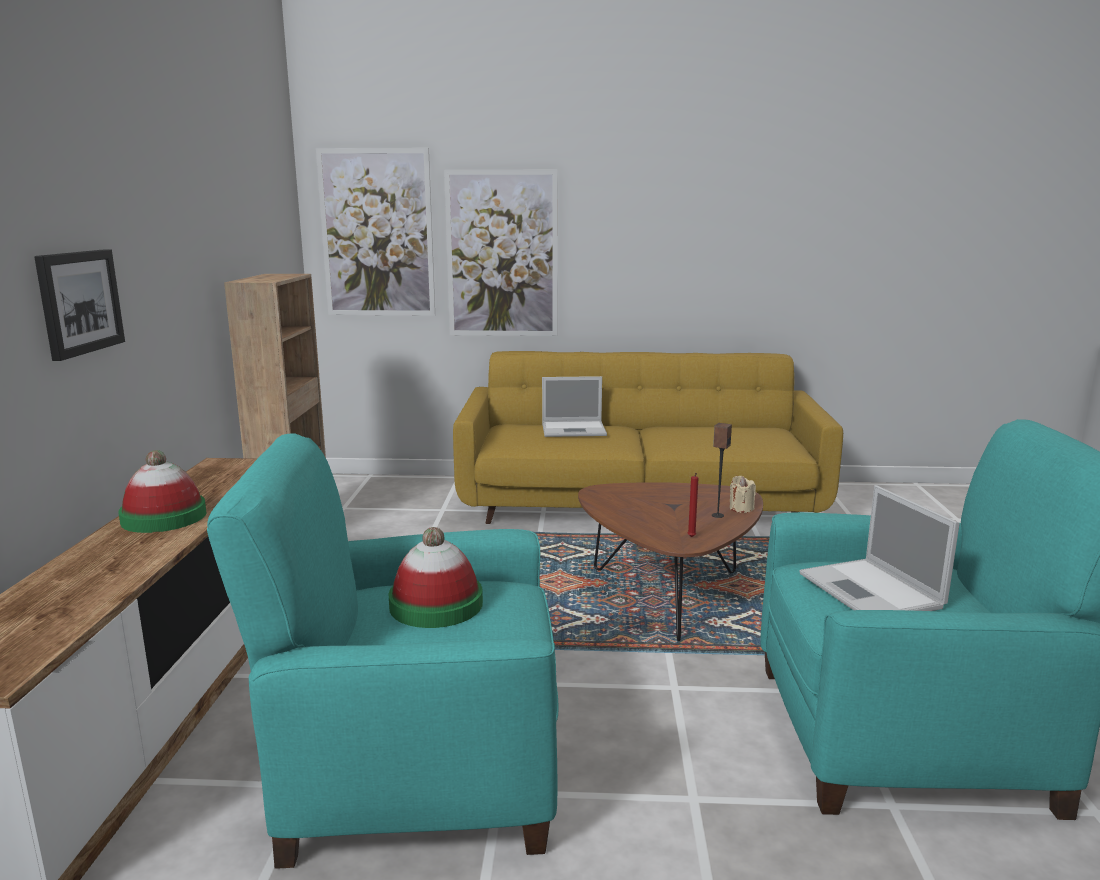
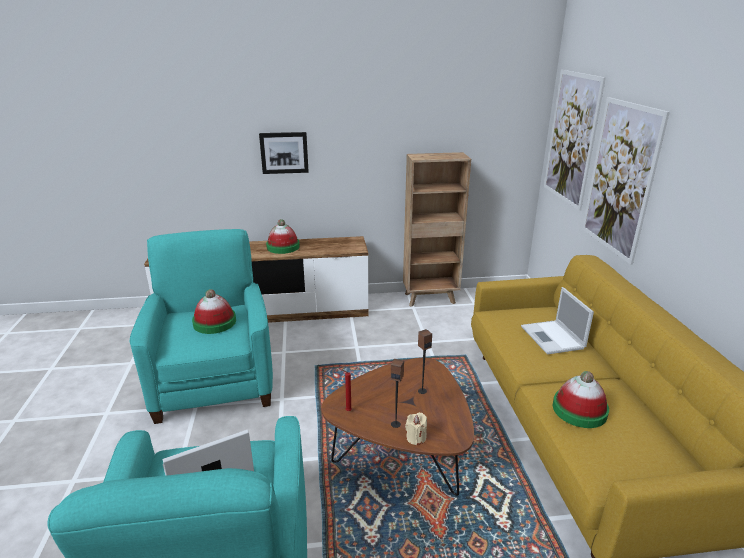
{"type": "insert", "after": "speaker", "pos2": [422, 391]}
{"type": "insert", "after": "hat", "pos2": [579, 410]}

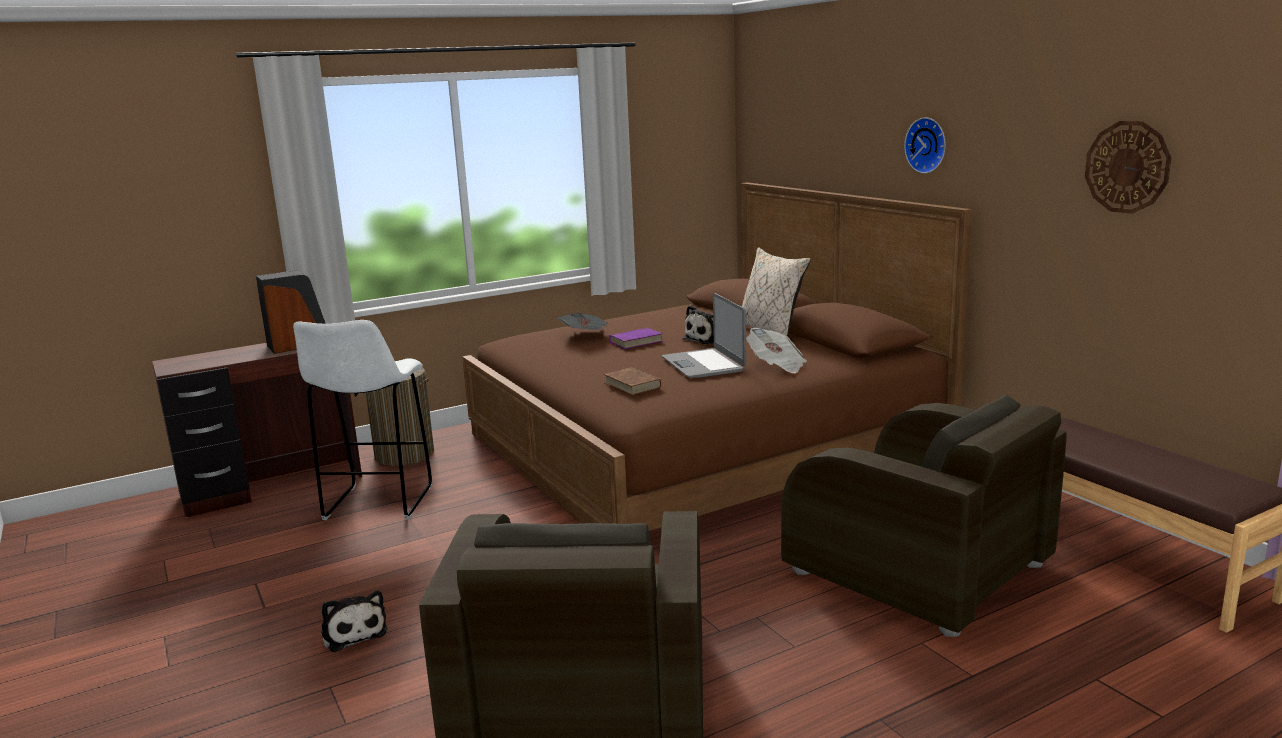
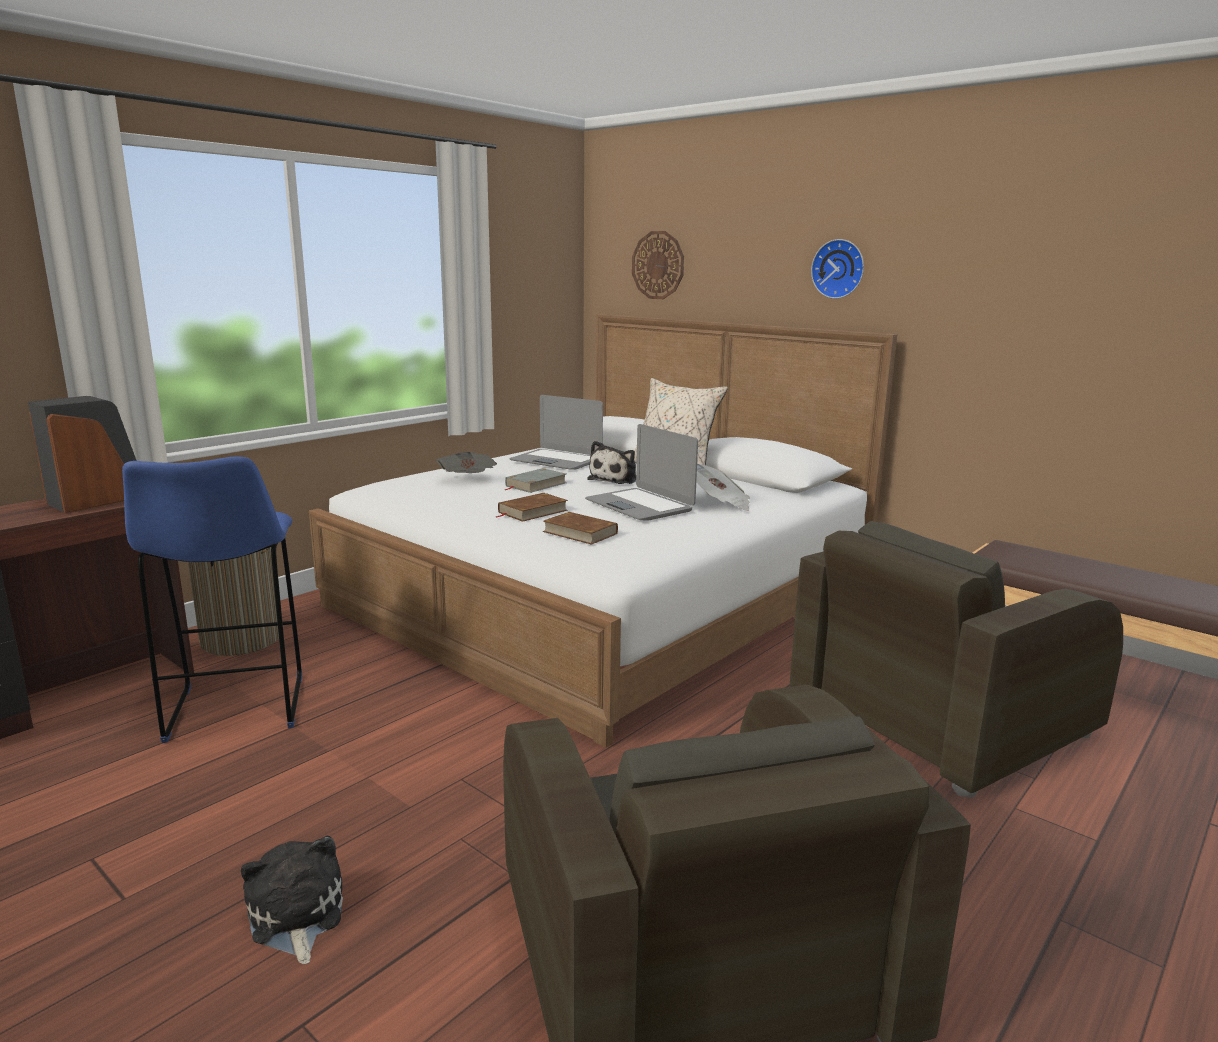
{"type": "recolor", "before": "sitting stool (white-coloured)", "after": "sitting stool (bluish)", "pos1": [377, 504], "pos2": [236, 710]}
{"type": "rotate", "before": "soft toy", "pos1": [353, 632], "pos2": [295, 917], "turn": -150}
{"type": "recolor", "before": "bed (brown-coloured)", "after": "bed (white-coloured)", "pos1": [700, 443], "pos2": [603, 597]}
{"type": "insert", "after": "bound book (brown-coloured)", "pos2": [532, 511]}
{"type": "recolor", "before": "bound book (purple)", "after": "bound book (grey)", "pos1": [636, 342], "pos2": [535, 484]}
{"type": "insert", "after": "portable computer", "pos2": [556, 461]}
{"type": "move", "before": "clock on the wall", "pos1": [1127, 167], "pos2": [658, 265]}
{"type": "rotate", "before": "lounge chair (brown-coloured)", "pos1": [919, 569], "pos2": [938, 718], "turn": 120}

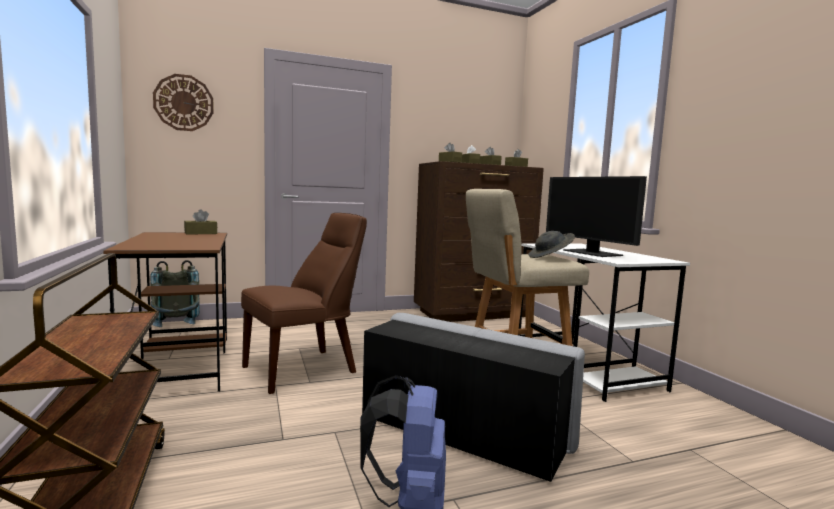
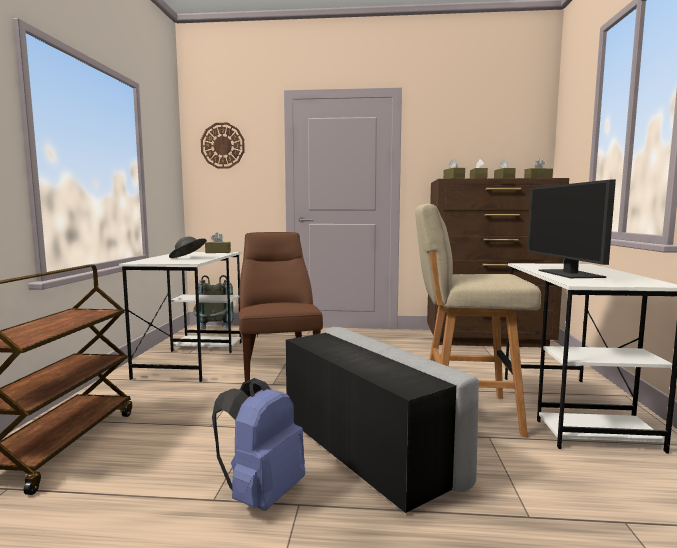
{"type": "recolor", "before": "desk (brown-coloured)", "after": "desk (white-coloured)", "pos1": [181, 364], "pos2": [193, 358]}
{"type": "move", "before": "hat (grey)", "pos1": [550, 257], "pos2": [188, 258]}
{"type": "rotate", "before": "upright chair (brown-coloured)", "pos1": [305, 369], "pos2": [279, 373], "turn": -90}

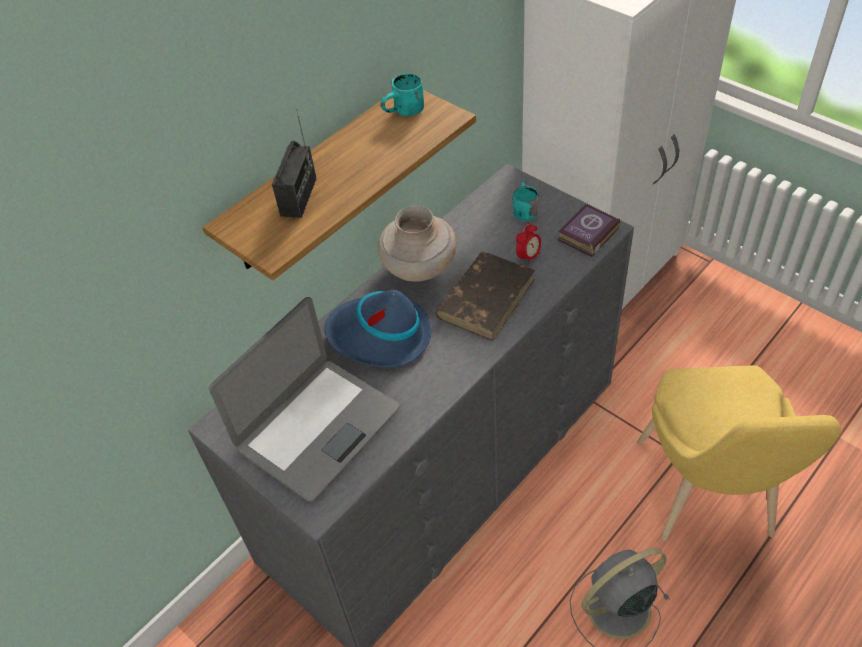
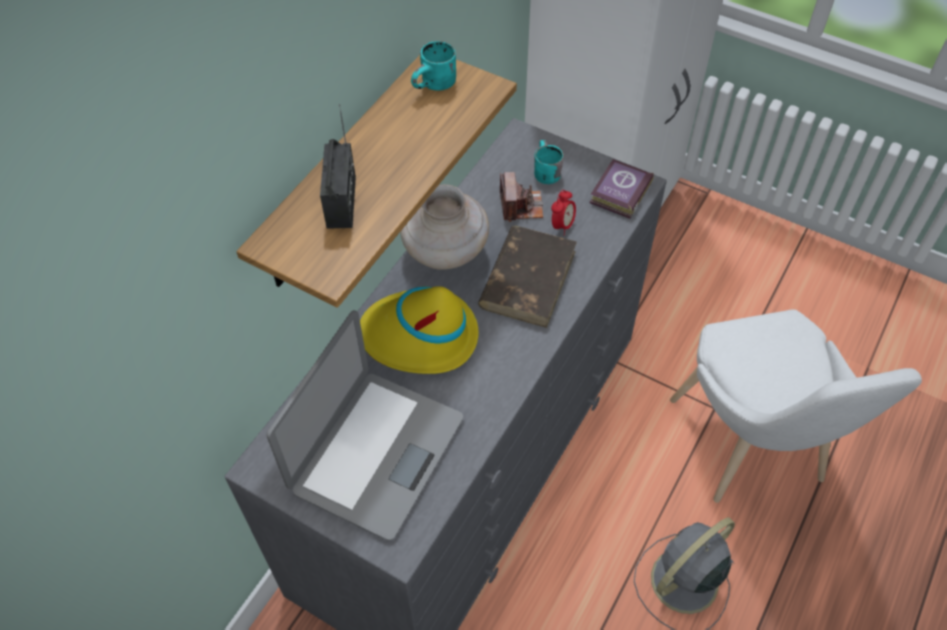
{"type": "recolor", "before": "hat (bluish)", "after": "hat (yellow-coloured)", "pos1": [380, 336], "pos2": [420, 336]}
{"type": "insert", "after": "photo camera", "pos2": [521, 206]}
{"type": "recolor", "before": "upright chair (yellow-coloured)", "after": "upright chair (white-coloured)", "pos1": [707, 497], "pos2": [751, 449]}

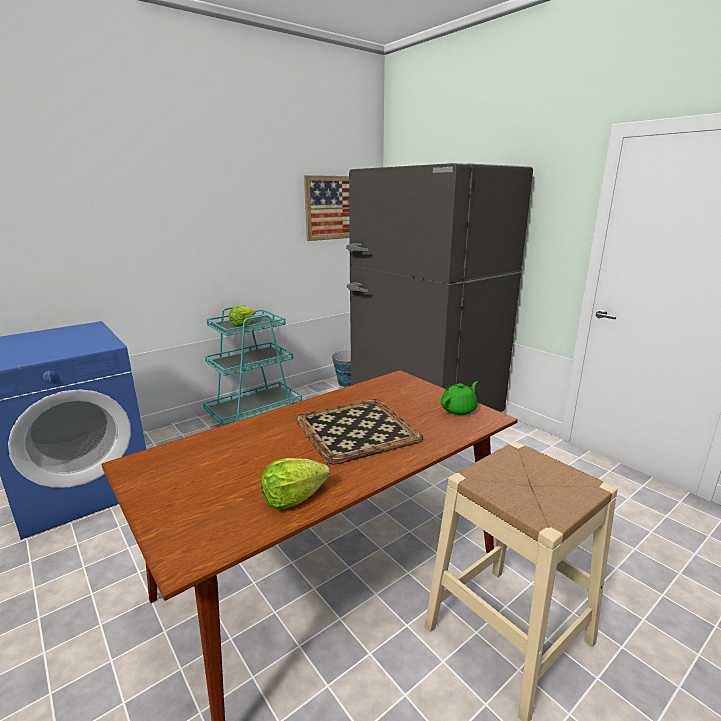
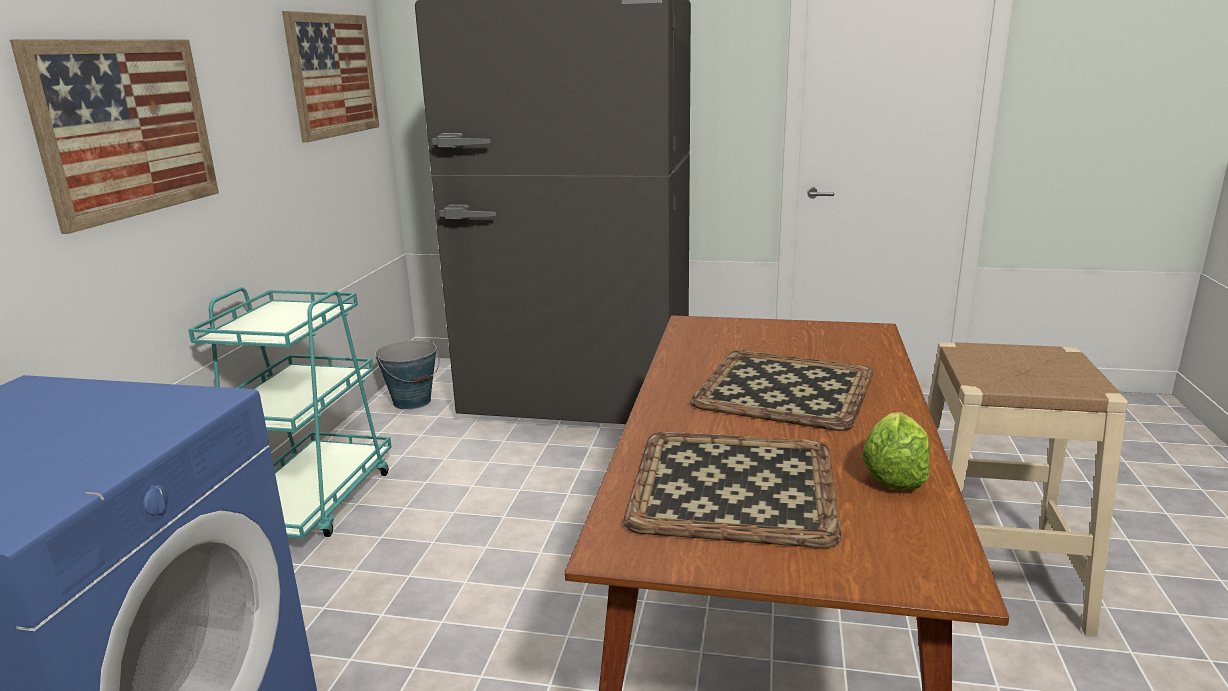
{"type": "insert", "after": "picture", "pos2": [127, 128]}
{"type": "insert", "after": "tray", "pos2": [735, 486]}
{"type": "delete", "before": "lettuce head", "pos1": [242, 325]}
{"type": "delete", "before": "teapot (green)", "pos1": [459, 409]}

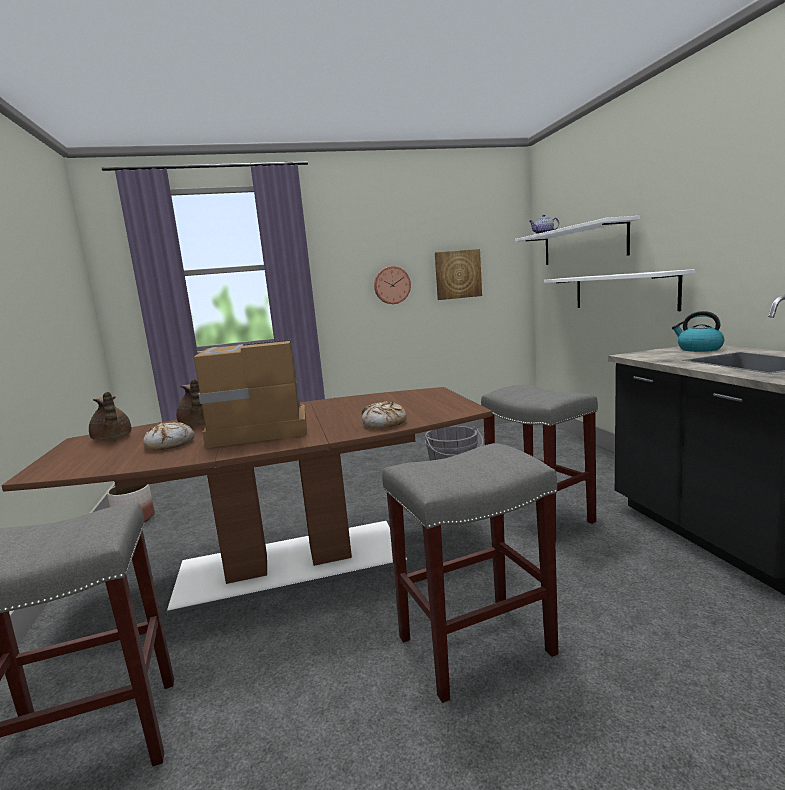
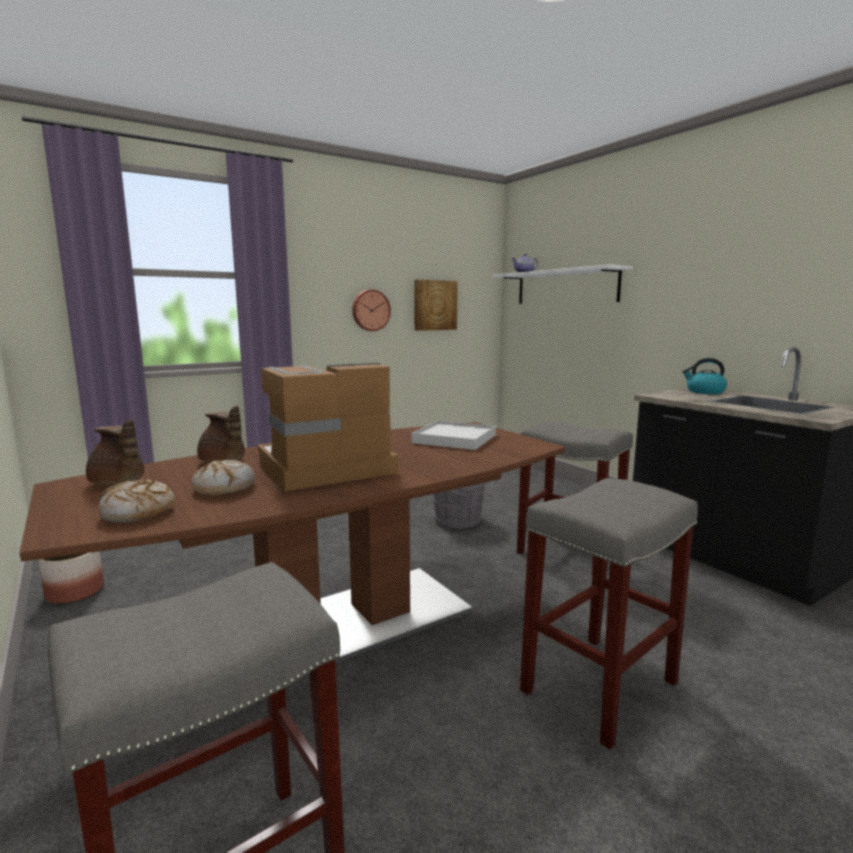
{"type": "move", "before": "bread", "pos1": [384, 423], "pos2": [138, 512]}
{"type": "insert", "after": "tray (white-coloured)", "pos2": [454, 439]}
{"type": "delete", "before": "bracket shelf (white-coloured)", "pos1": [622, 291]}

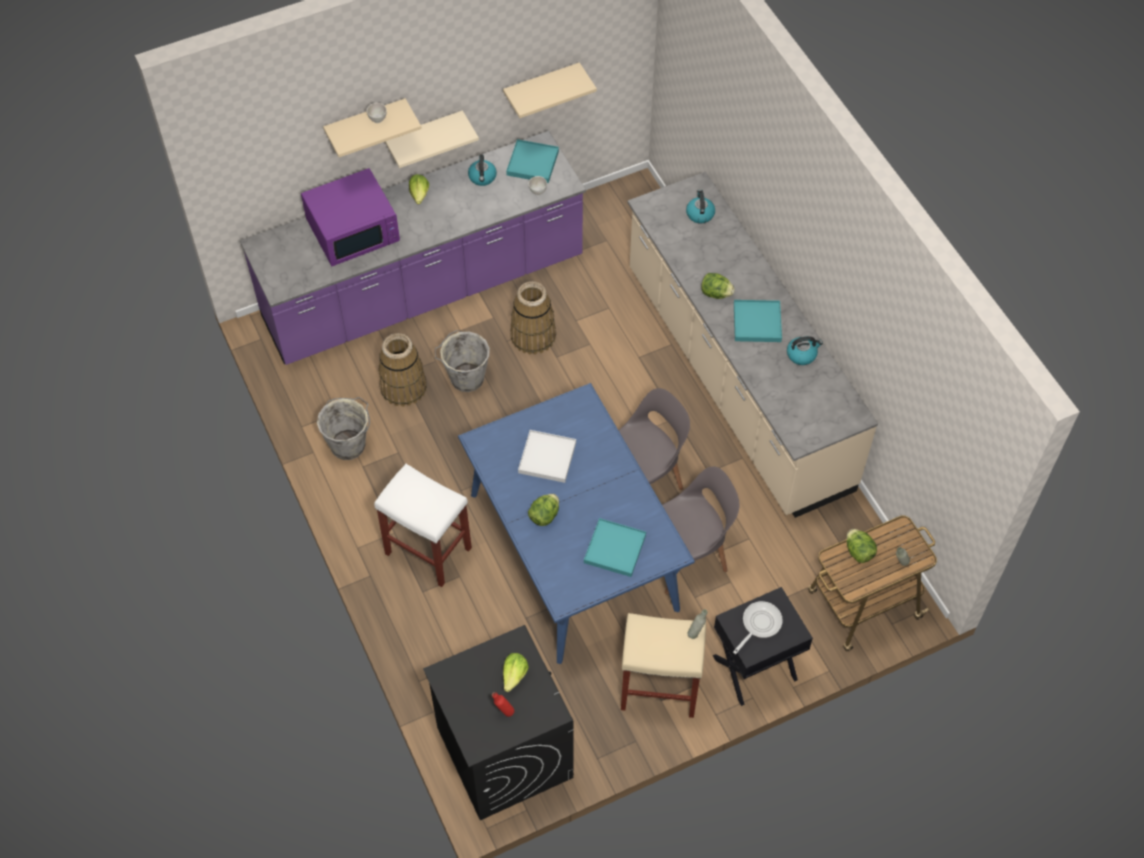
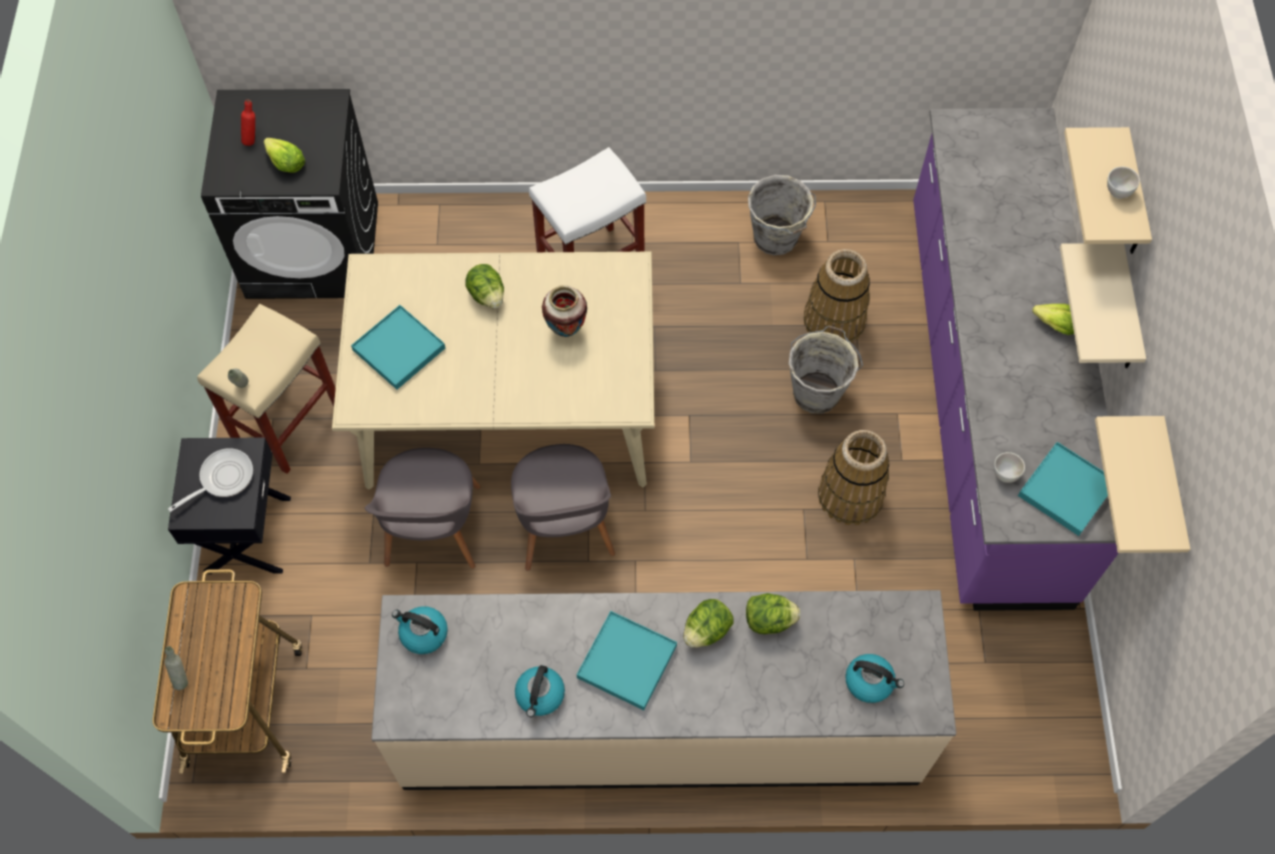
{"type": "rotate", "before": "frying pan", "pos1": [759, 624], "pos2": [223, 478], "turn": -105}
{"type": "recolor", "before": "kitchen table (bluish)", "after": "kitchen table (sand-coloured)", "pos1": [572, 550], "pos2": [510, 409]}
{"type": "move", "before": "water kettle", "pos1": [482, 177], "pos2": [423, 633]}
{"type": "replace", "before": "tray (white-coloured)", "after": "flower vase", "pos1": [547, 457], "pos2": [566, 330]}
{"type": "move", "before": "lettuce head", "pos1": [858, 552], "pos2": [769, 620]}
{"type": "delete", "before": "kitchen microwave (purple)", "pos1": [354, 230]}

